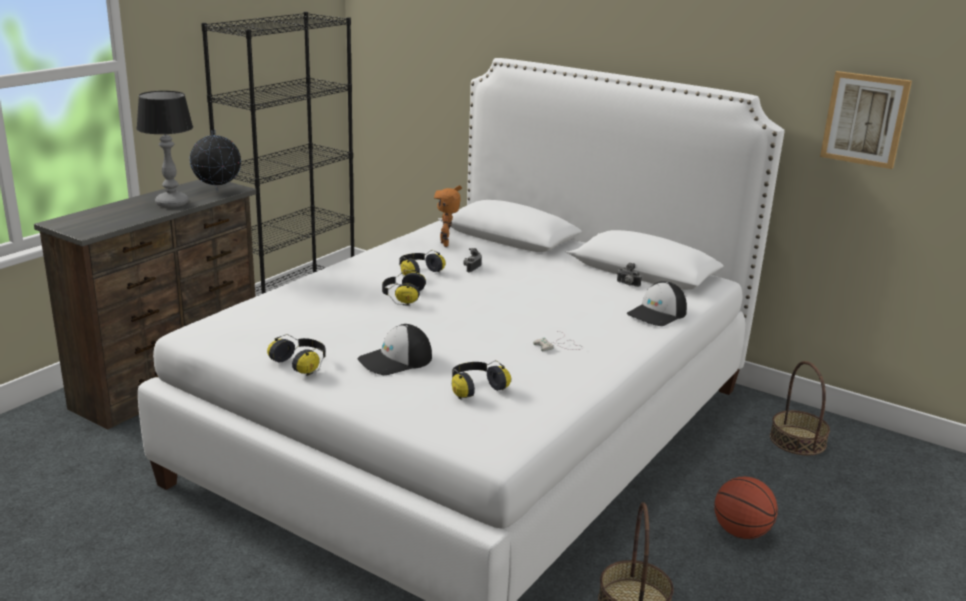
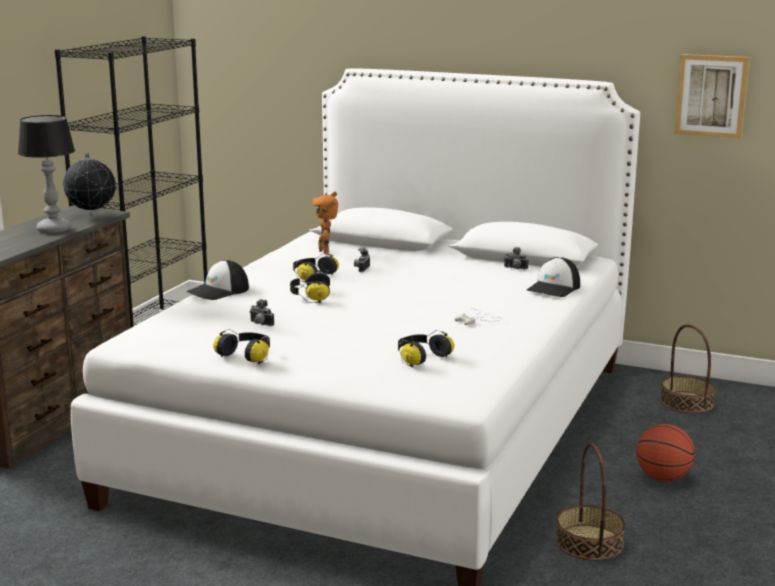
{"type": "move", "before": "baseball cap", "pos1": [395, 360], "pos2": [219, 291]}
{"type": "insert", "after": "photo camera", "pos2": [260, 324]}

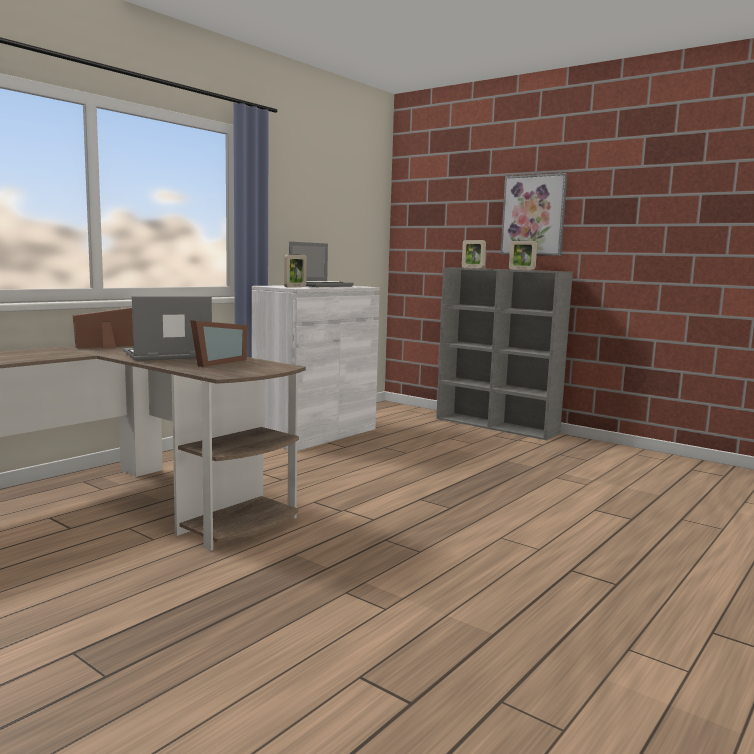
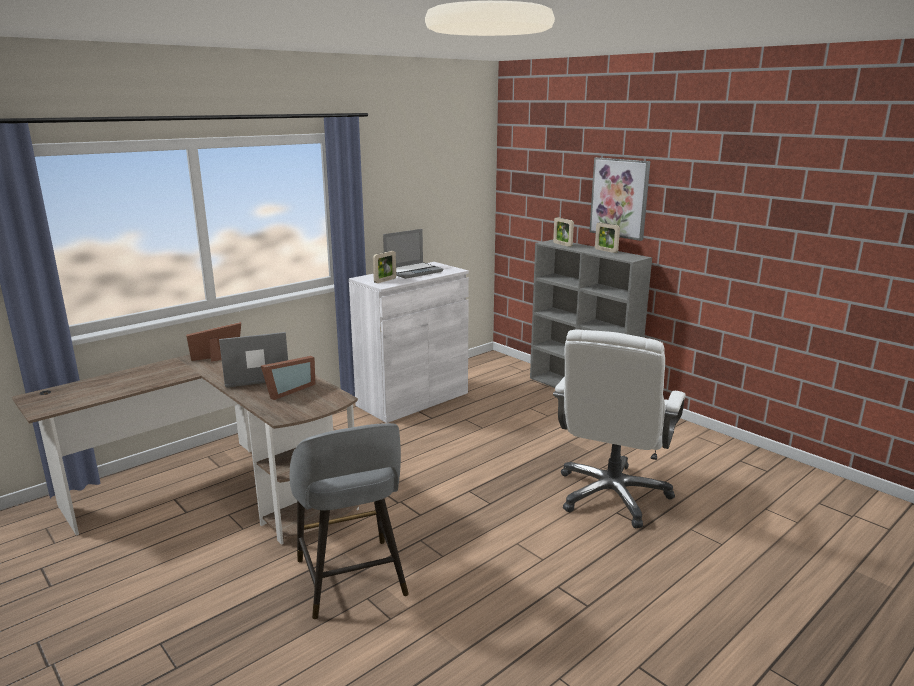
{"type": "insert", "after": "sitting stool (grey)", "pos2": [351, 580]}
{"type": "insert", "after": "computer chair (white-coloured)", "pos2": [612, 495]}

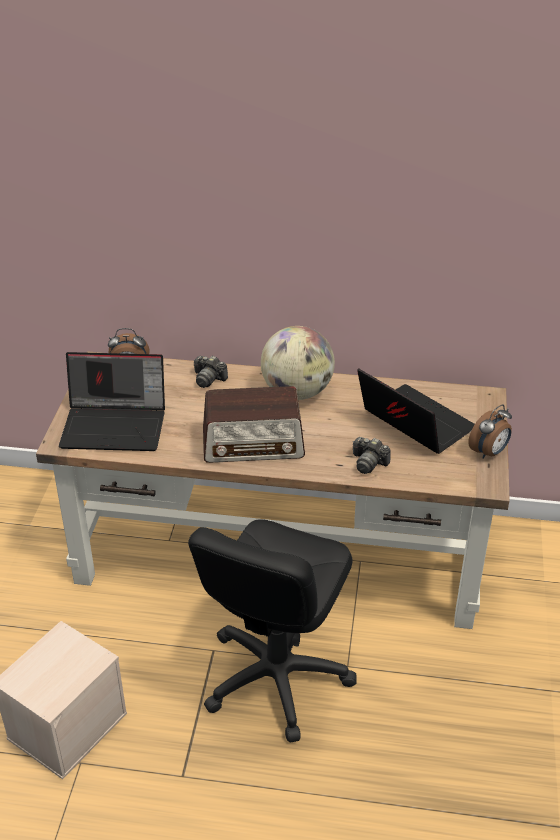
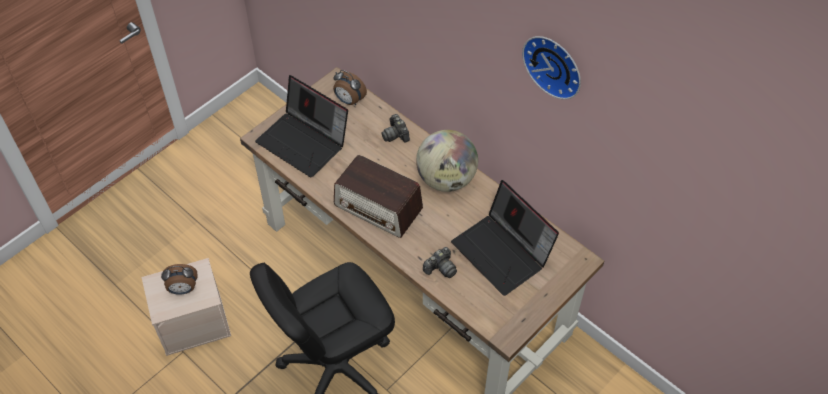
{"type": "move", "before": "table clock", "pos1": [489, 452], "pos2": [183, 289]}
{"type": "rotate", "before": "photo camera", "pos1": [368, 463], "pos2": [440, 268], "turn": -105}
{"type": "rotate", "before": "portable computer", "pos1": [413, 423], "pos2": [503, 253], "turn": 150}
{"type": "insert", "after": "clock on the wall", "pos2": [555, 64]}

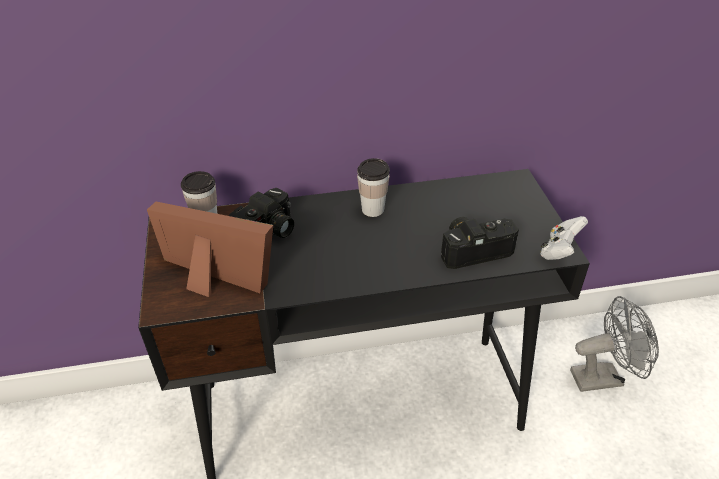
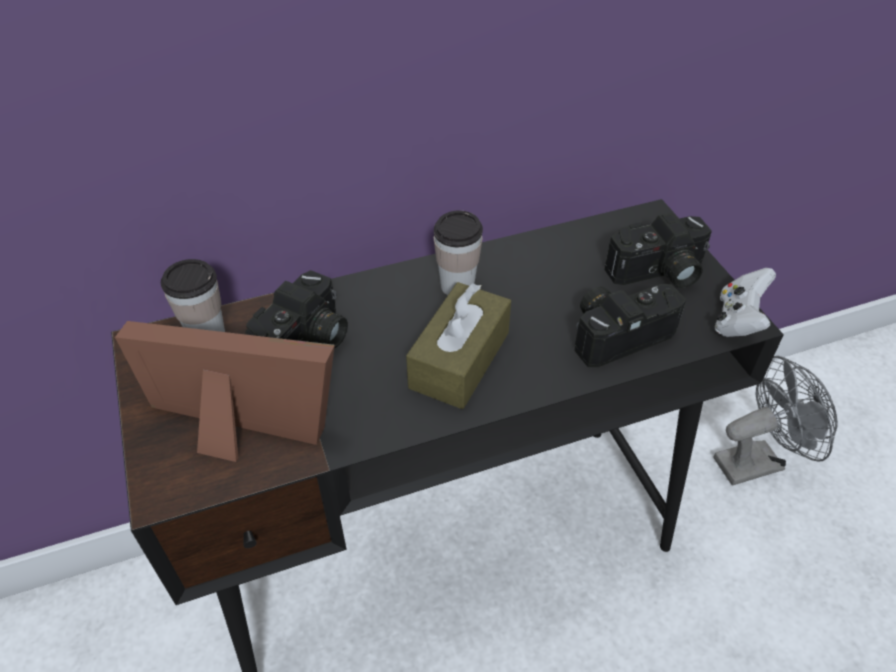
{"type": "insert", "after": "box of tissues (brown-coloured)", "pos2": [459, 360]}
{"type": "insert", "after": "photo camera", "pos2": [658, 274]}

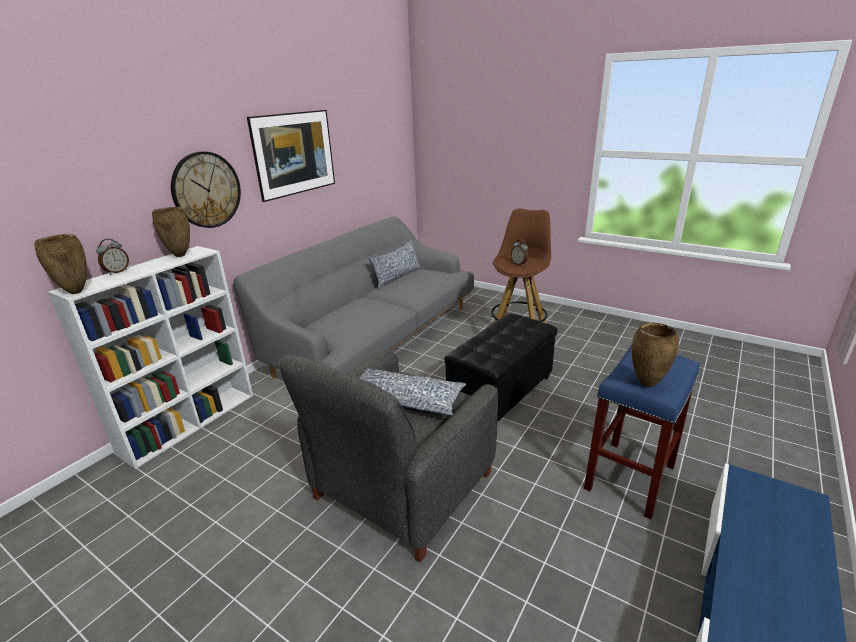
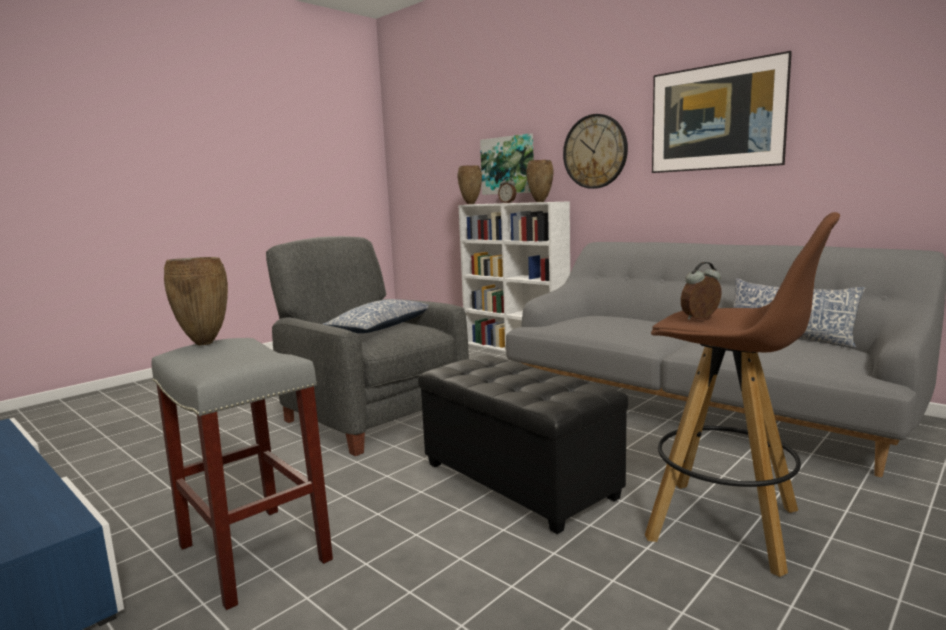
{"type": "recolor", "before": "sitting stool (bluish)", "after": "sitting stool (grey)", "pos1": [630, 478], "pos2": [252, 552]}
{"type": "insert", "after": "picture", "pos2": [508, 165]}

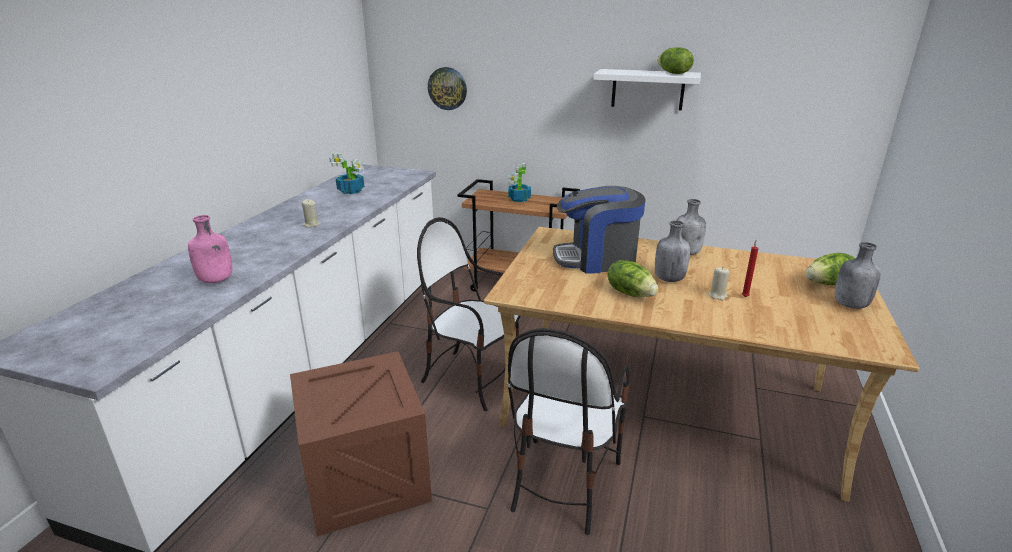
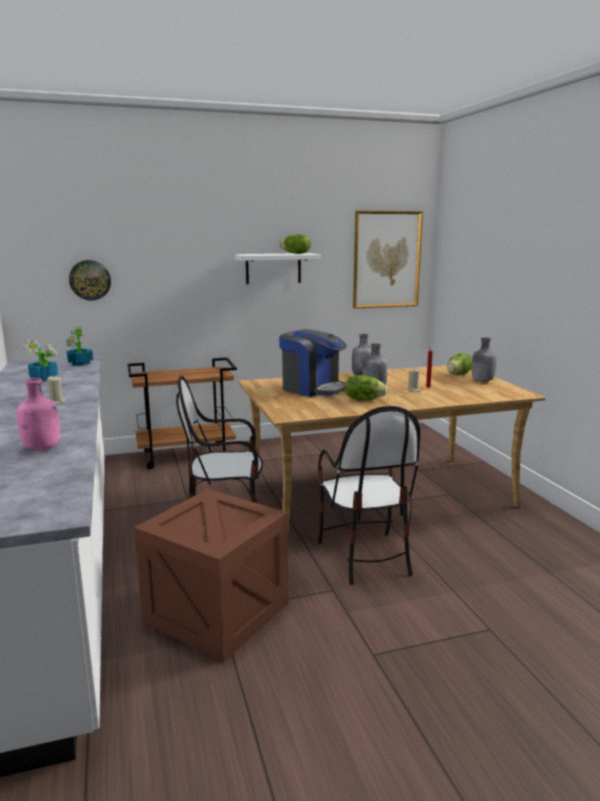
{"type": "move", "before": "houseplant", "pos1": [519, 199], "pos2": [80, 363]}
{"type": "rotate", "before": "coffee brewer", "pos1": [596, 259], "pos2": [313, 389], "turn": -105}
{"type": "insert", "after": "picture", "pos2": [386, 259]}

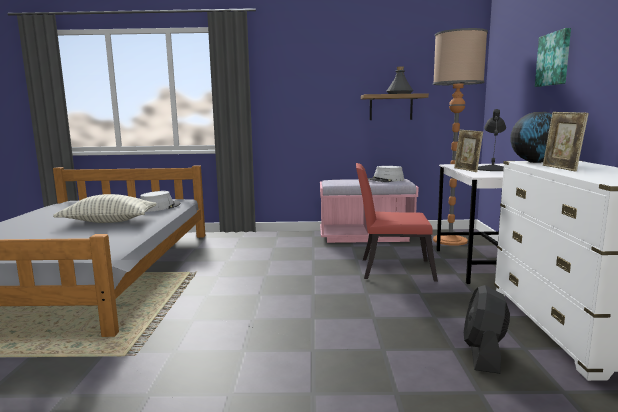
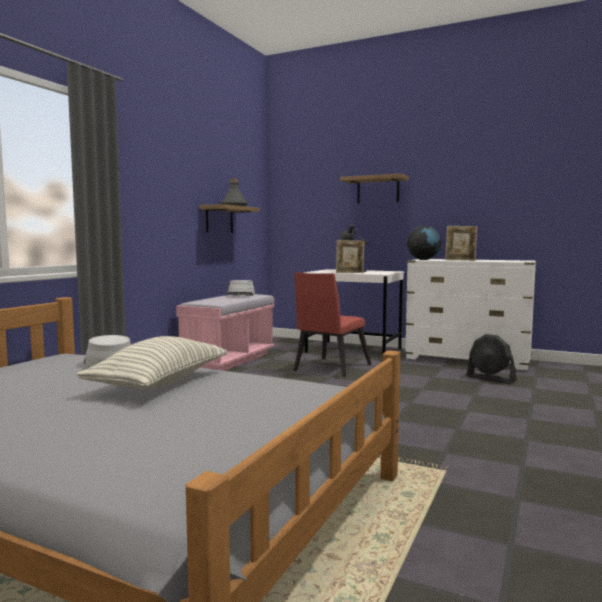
{"type": "replace", "before": "picture", "after": "bracket shelf", "pos1": [554, 59], "pos2": [378, 190]}
{"type": "delete", "before": "floor lamp", "pos1": [450, 240]}

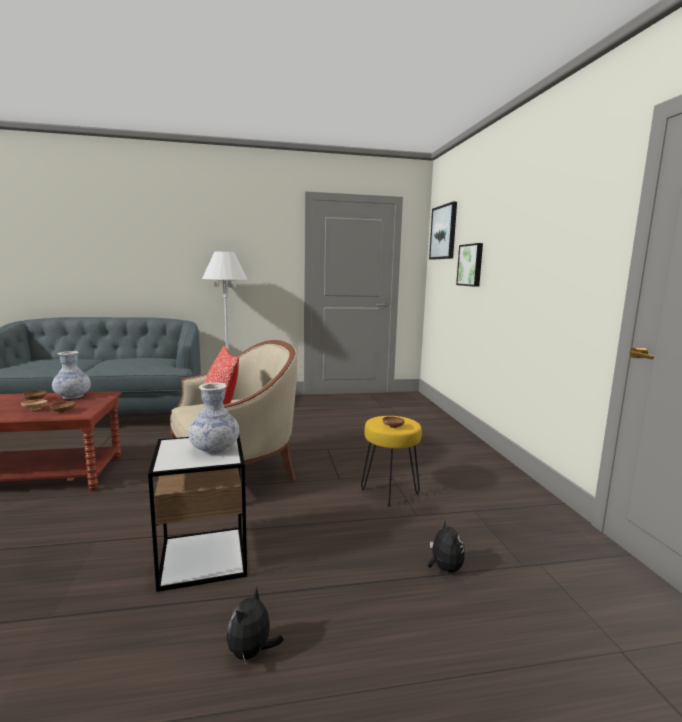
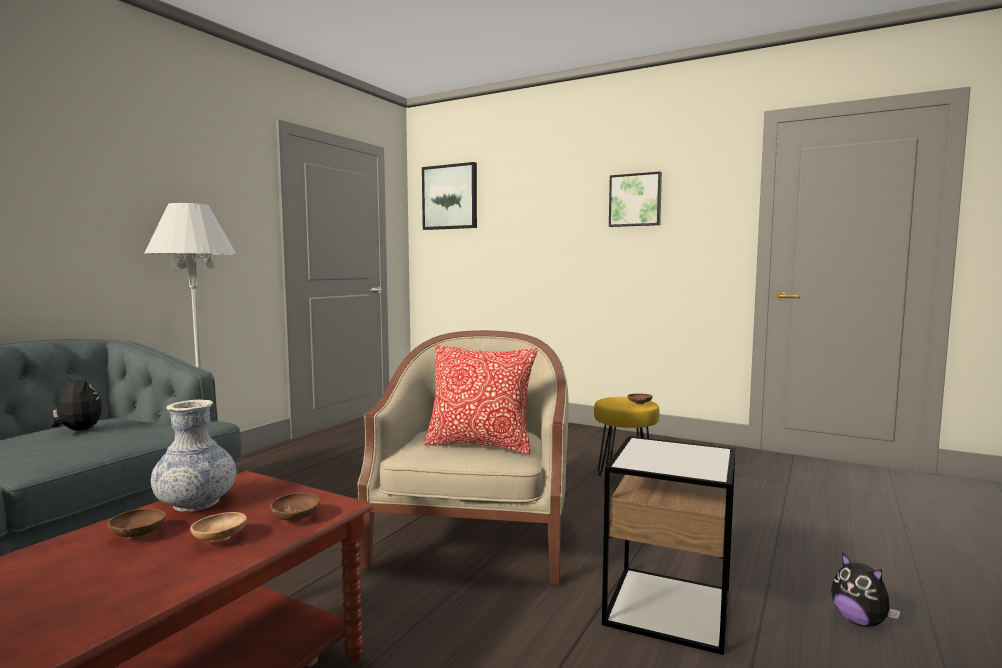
{"type": "move", "before": "soft toy", "pos1": [444, 568], "pos2": [78, 430]}
{"type": "move", "before": "picture", "pos1": [471, 265], "pos2": [635, 200]}
{"type": "delete", "before": "flower vase", "pos1": [214, 449]}

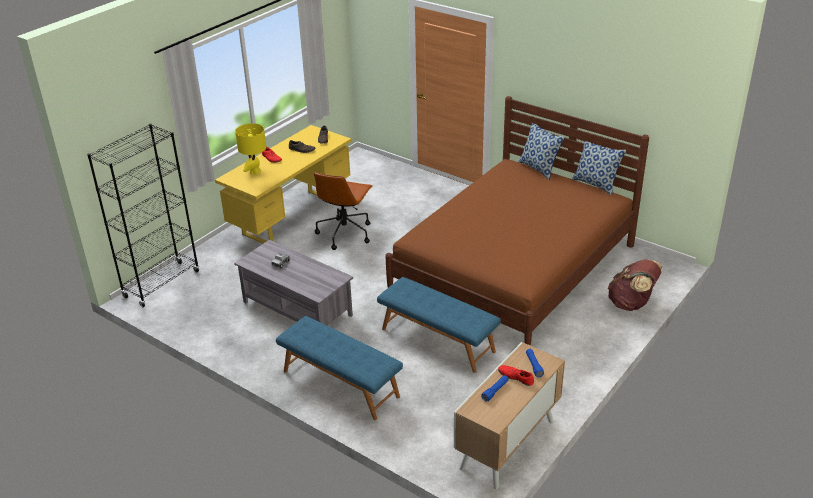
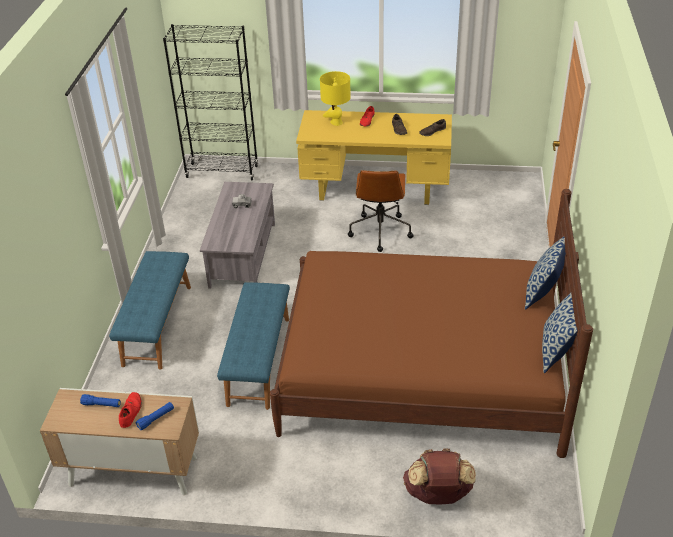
{"type": "rotate", "before": "computer chair (brown-coloured)", "pos1": [345, 233], "pos2": [380, 231], "turn": -75}

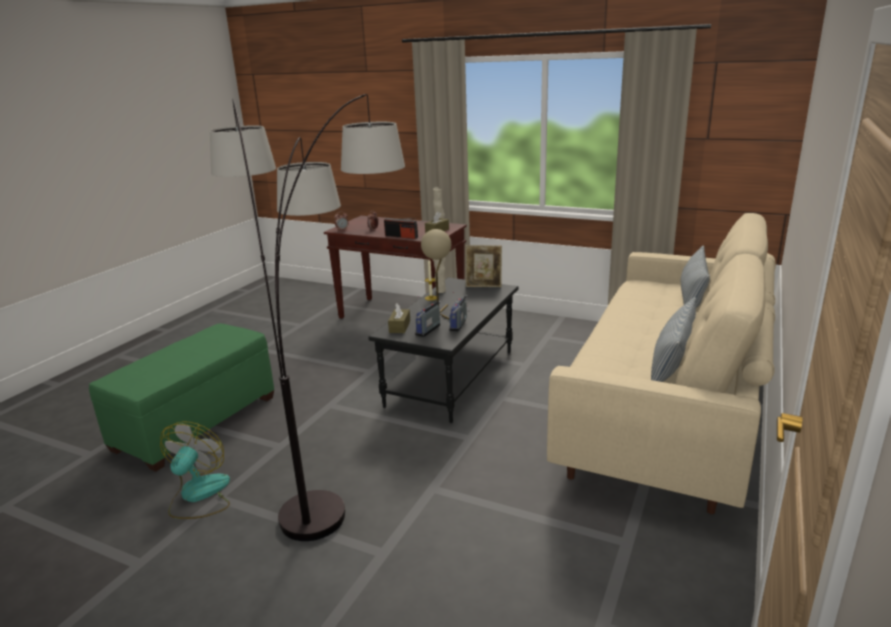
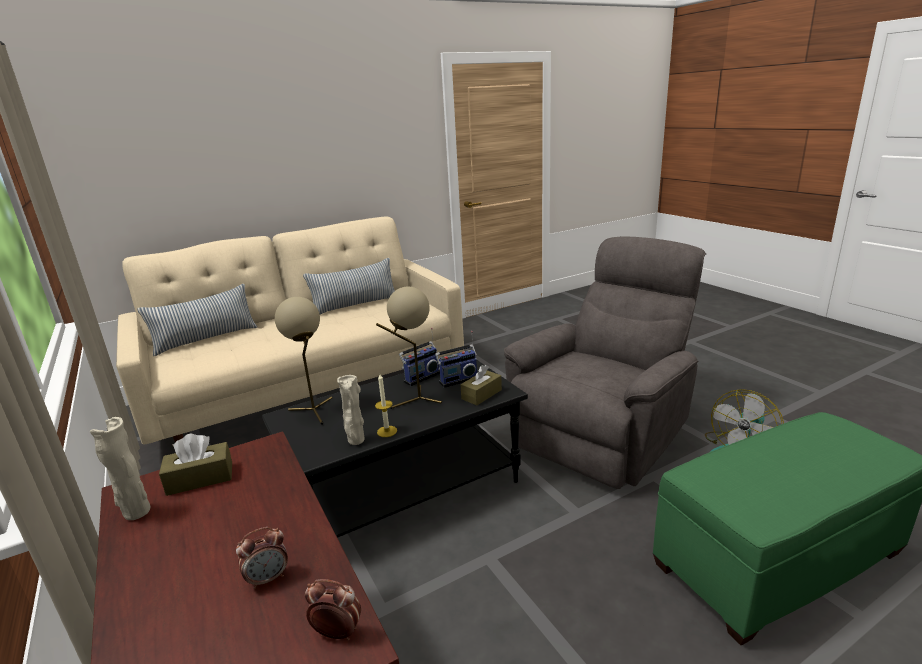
{"type": "insert", "after": "table lamp (sand-coloured)", "pos2": [315, 411]}
{"type": "replace", "before": "floor lamp", "after": "lounge chair (grey)", "pos1": [332, 469], "pos2": [604, 434]}
{"type": "delete", "before": "radio", "pos1": [401, 236]}
{"type": "delete", "before": "photo frame", "pos1": [484, 286]}

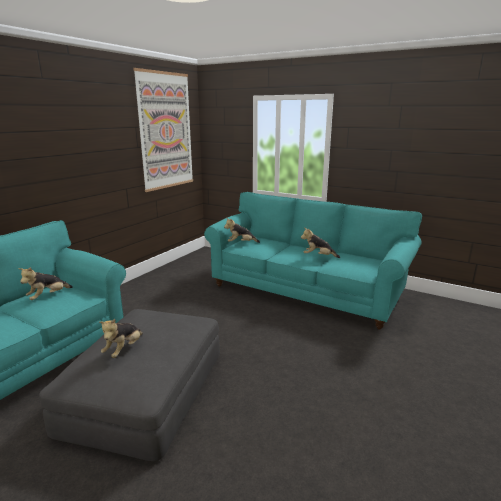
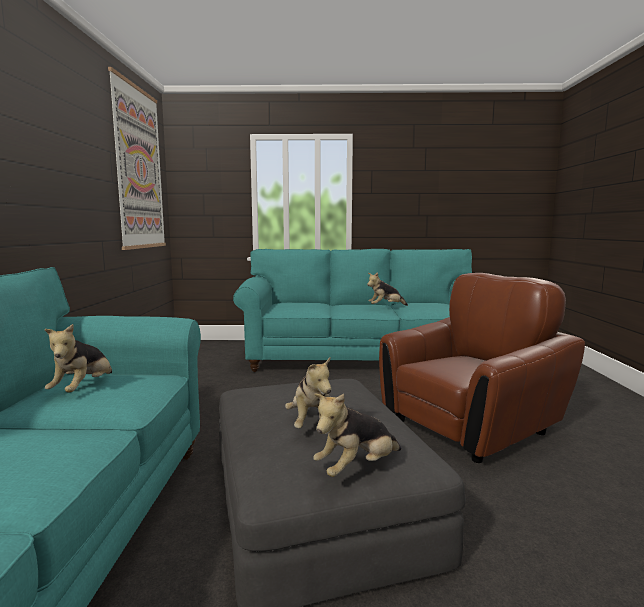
{"type": "move", "before": "soft toy", "pos1": [241, 243], "pos2": [357, 468]}
{"type": "insert", "after": "lounge chair (brown-coloured)", "pos2": [470, 426]}

